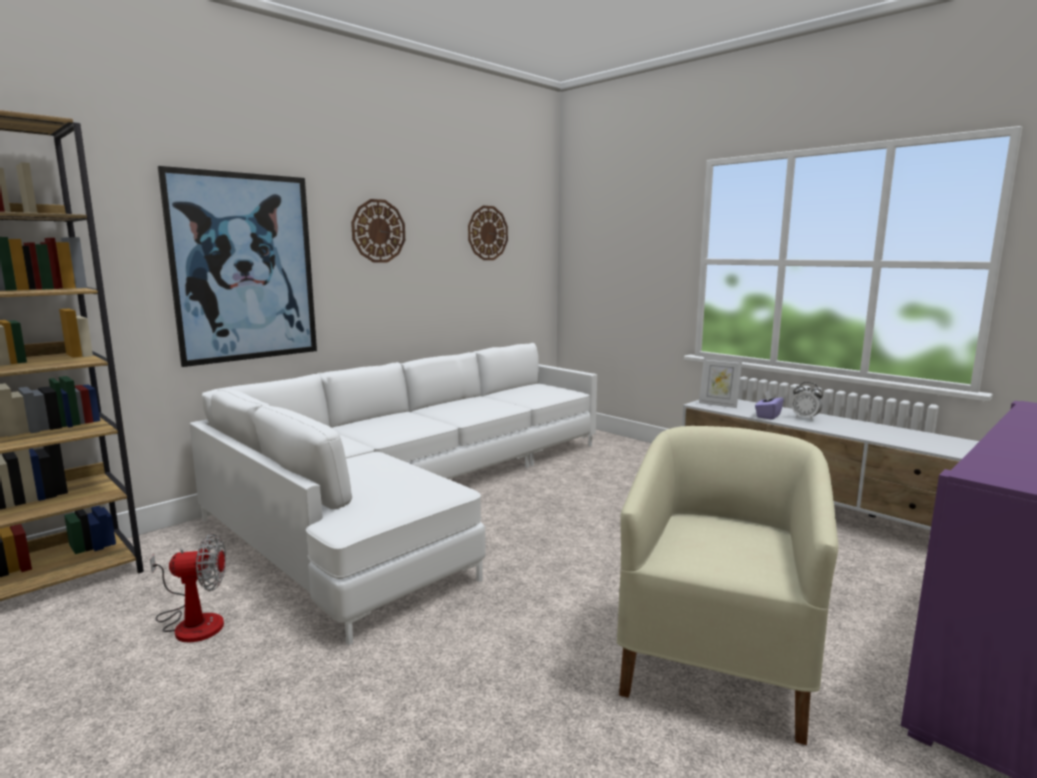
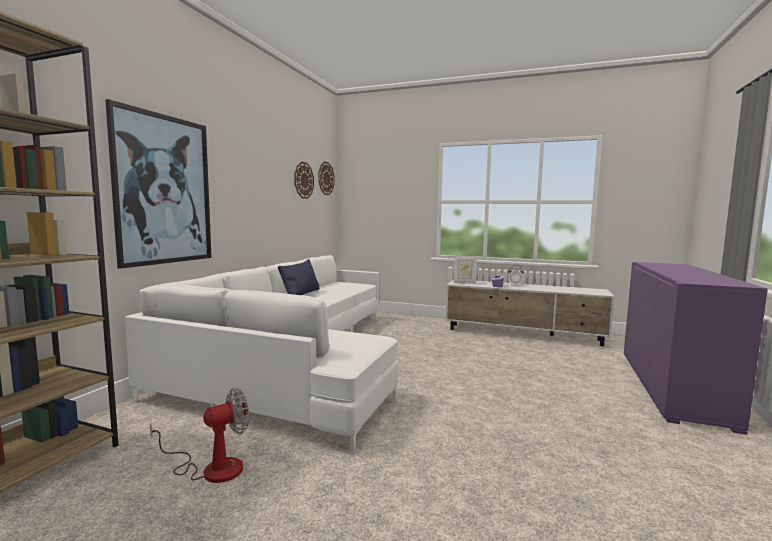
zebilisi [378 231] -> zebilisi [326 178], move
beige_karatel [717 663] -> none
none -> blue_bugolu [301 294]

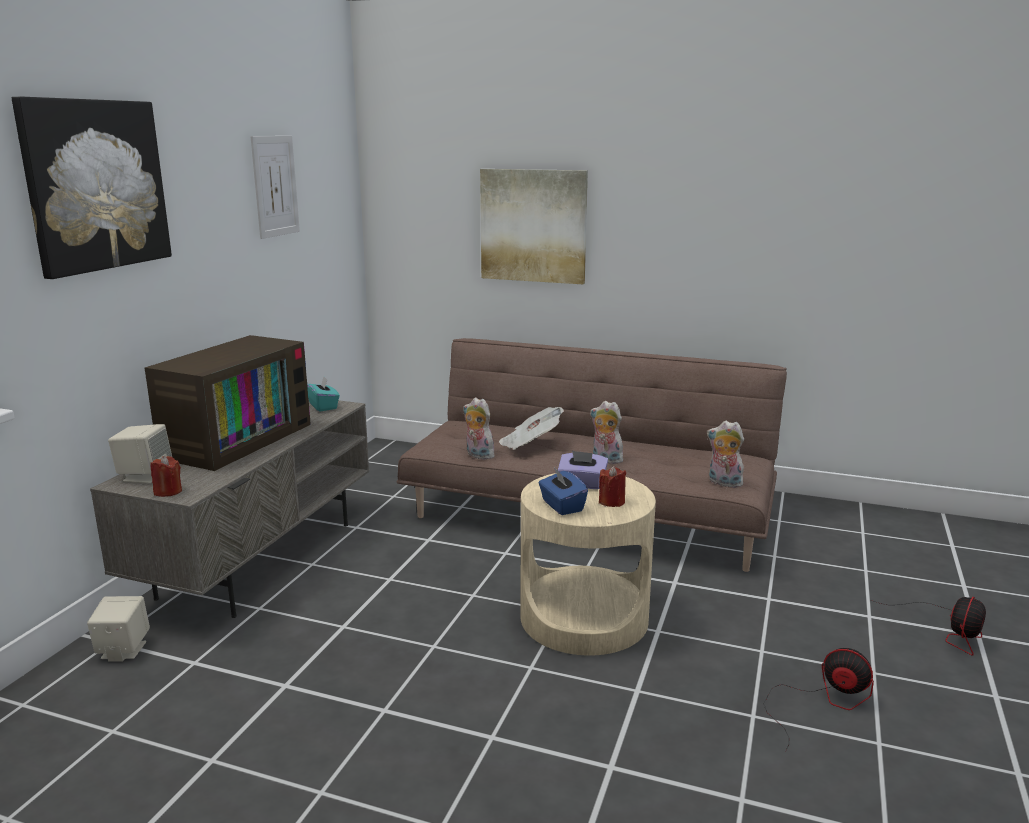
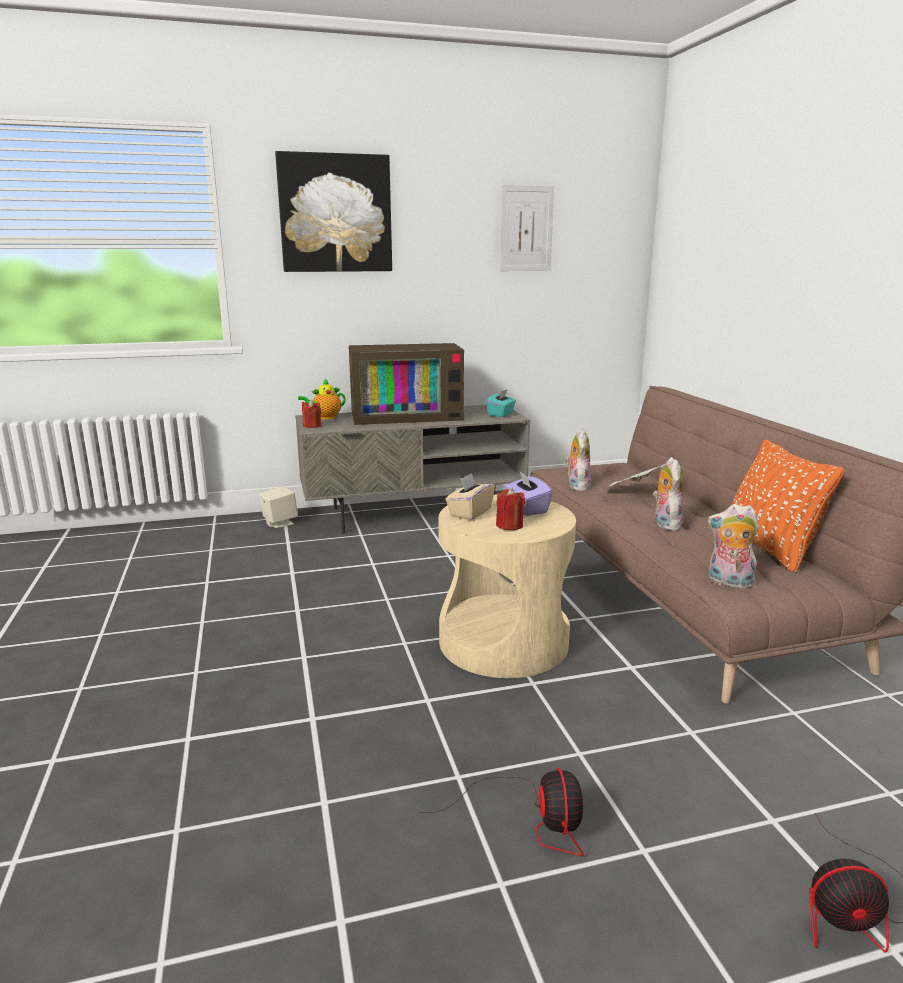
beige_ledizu [144 476] -> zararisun [325 417]
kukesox [533 226] -> none
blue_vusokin [562 506] -> beige_vusokin [470 512]
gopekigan [723 483] -> gopekigan [728 583], 60 degrees counterclockwise
none -> orange_bugolu [770 549]

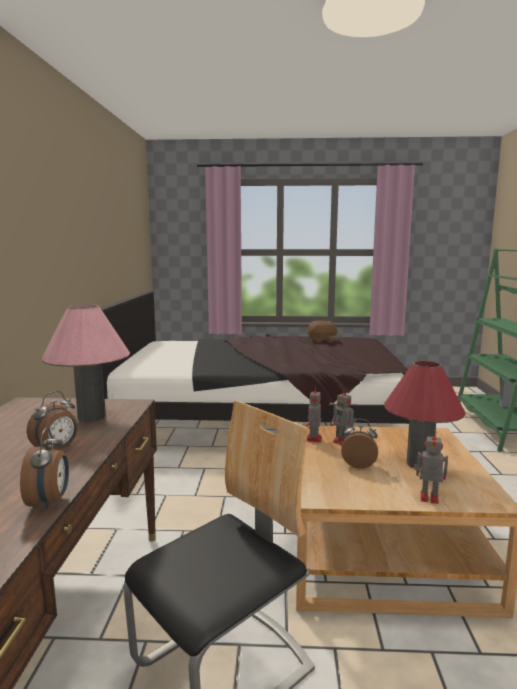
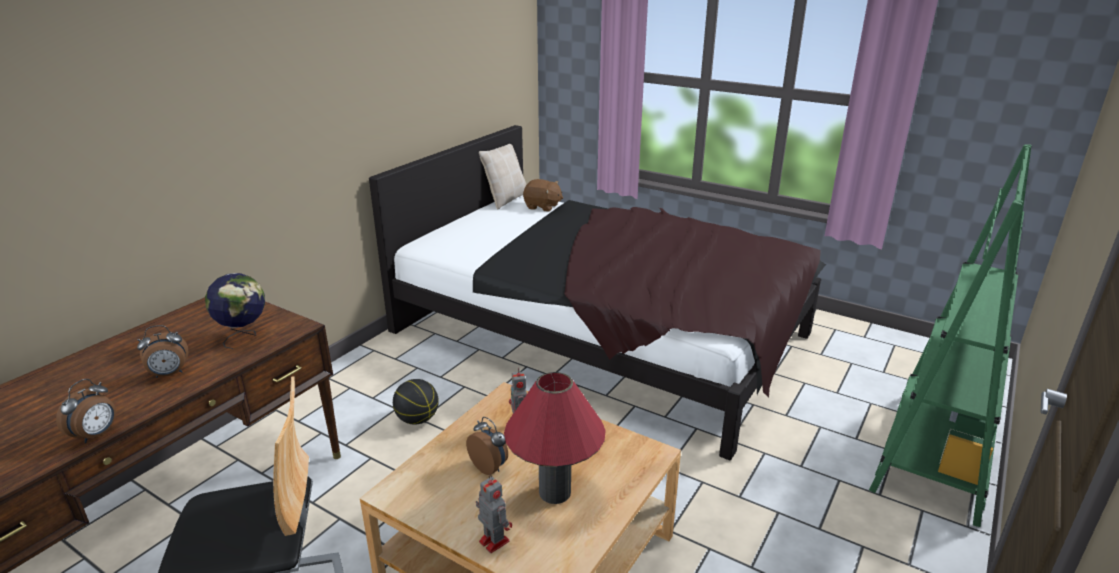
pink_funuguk [91 417] -> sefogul [244 336]
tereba [313 439] -> none
brown_gopekigan [321 341] -> brown_gopekigan [542 207], move
none -> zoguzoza [417 419]
none -> beige_bugolu [505 199]

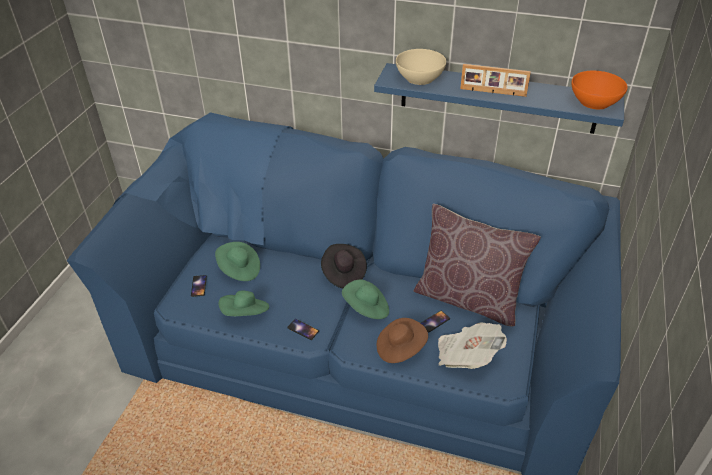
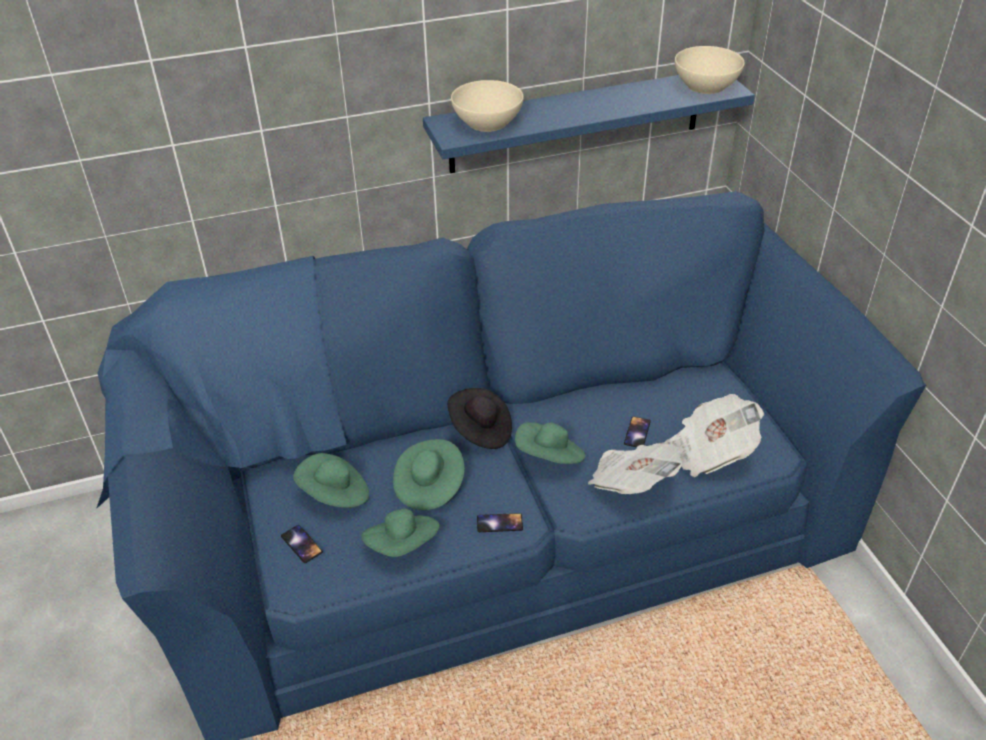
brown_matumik [400 348] -> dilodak [632 482]
brown_bugolu [468 299] -> none
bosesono [493 92] -> none
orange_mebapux [594 102] -> beige_mebapux [706 85]
none -> green_matumik [429 486]

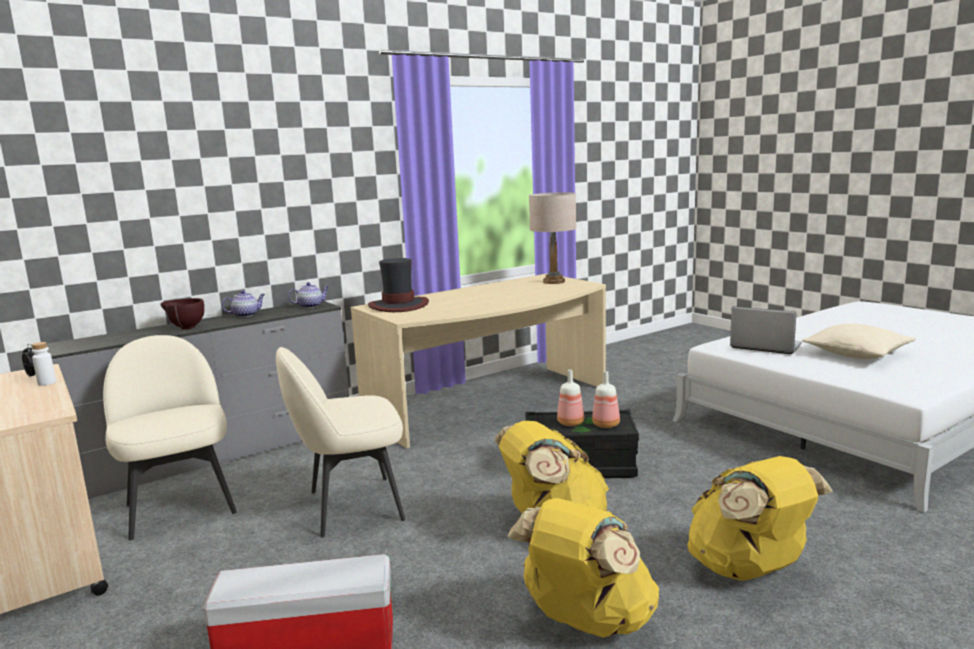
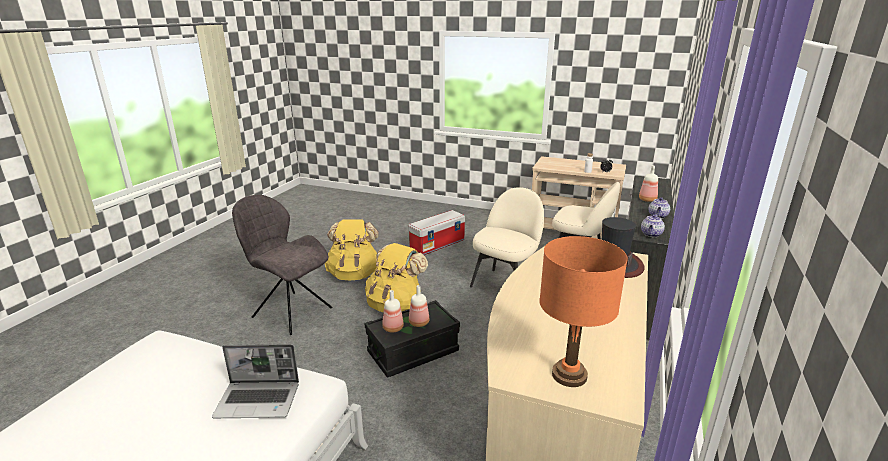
brown_mebapux [185 328] -> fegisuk [647 199]
beige_funuguk [553 282] -> orange_funuguk [569 375]
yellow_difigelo [749 570] -> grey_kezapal [290 312]
beige_bugolu [856 353] -> none

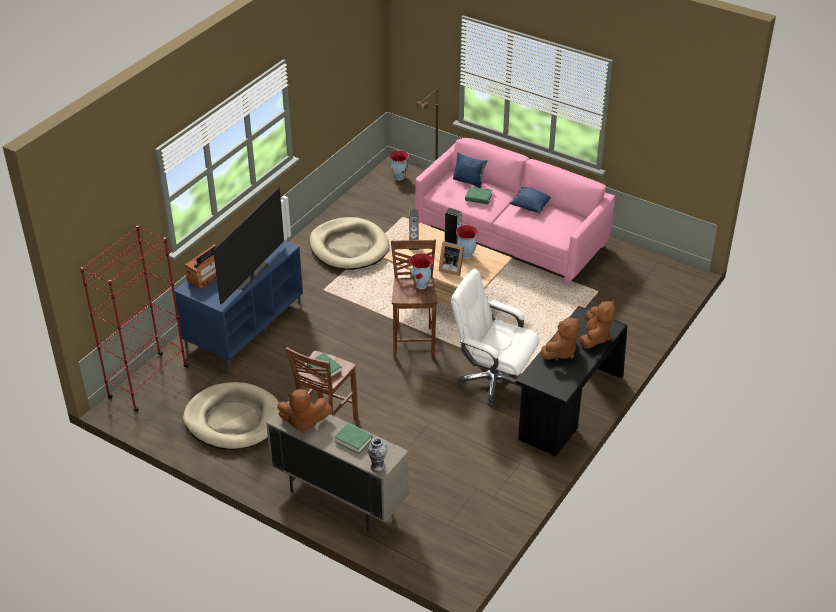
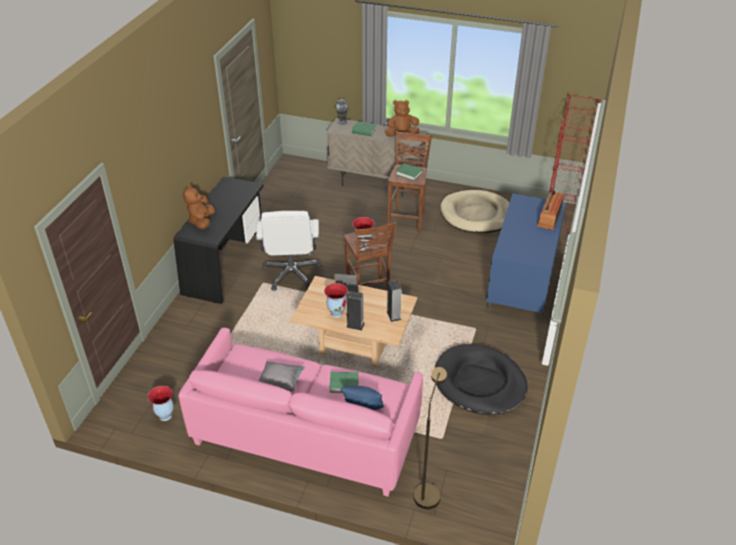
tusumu [252 275] -> none
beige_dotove [349 247] -> black_dotove [479 383]
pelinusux [399 177] -> pelinusux [165 416], move
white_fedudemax [493 381] -> white_fedudemax [291 274], 75 degrees clockwise
blue_bugolu [530 207] -> grey_bugolu [281 383]
brown_gopekigan [560 352] -> none

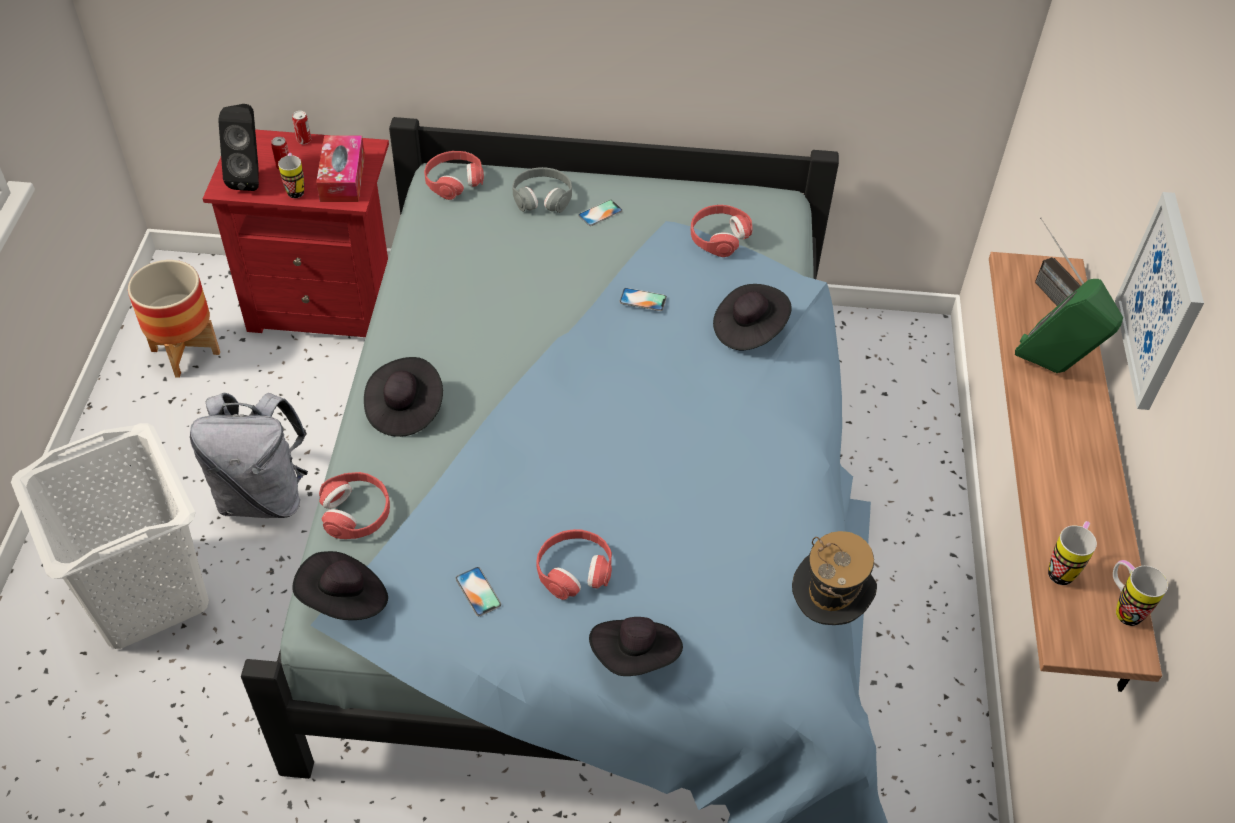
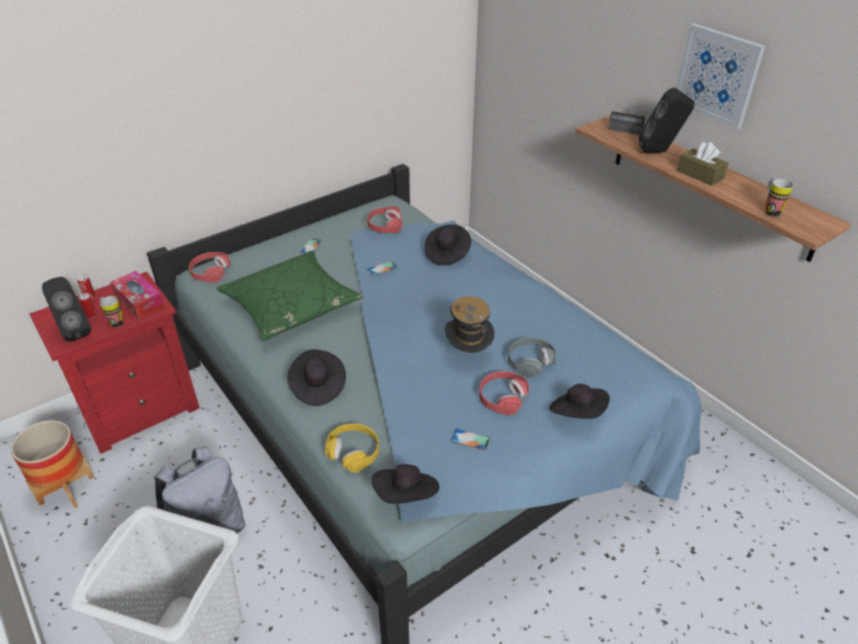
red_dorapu [356 512] -> yellow_dorapu [353 451]
grey_dorapu [542 197] -> grey_dorapu [530 361], move
matumik [827 611] -> matumik [468 353], move
green_ledizu [1054 369] -> black_ledizu [660 152]
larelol [1121 608] -> none
none -> green_bugolu [291 305]
none -> brown_vusokin [700 174]

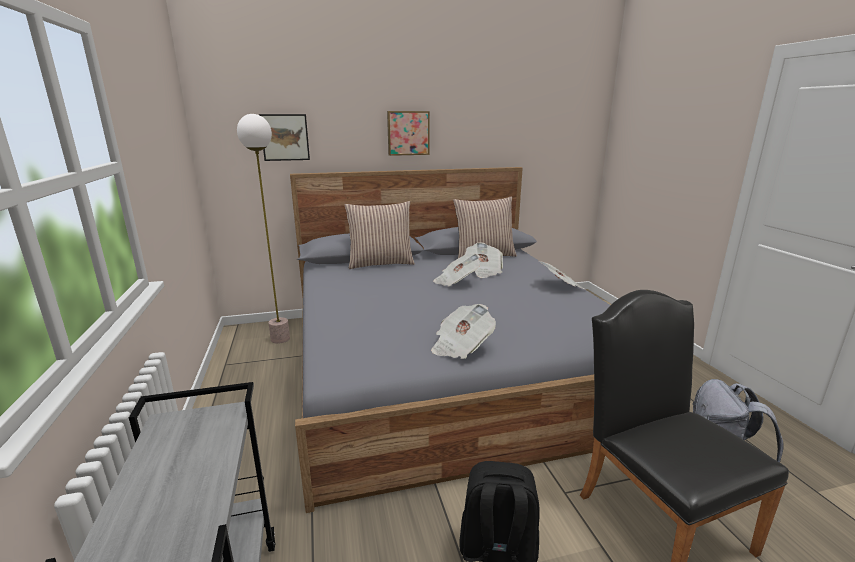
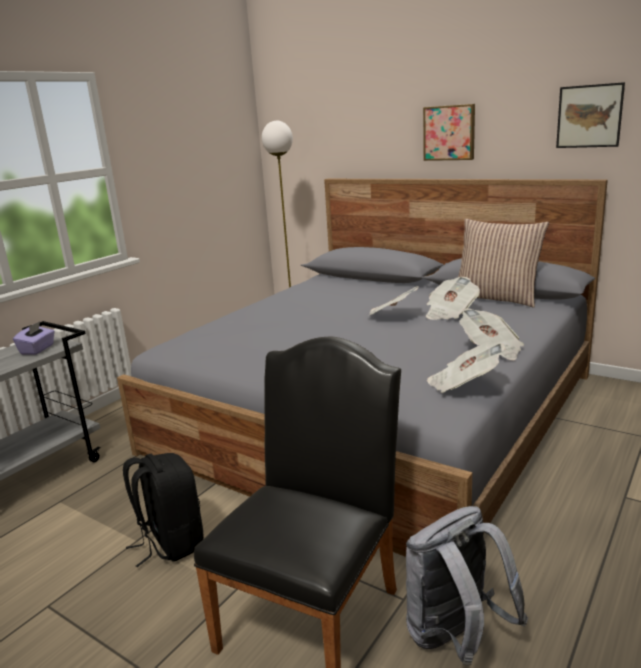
kukesox [285 137] -> kukesox [589 116], move
bugolu [381 263] -> none
dilodak [461 346] -> dilodak [463 385], move
none -> purple_vusokin [38 349]

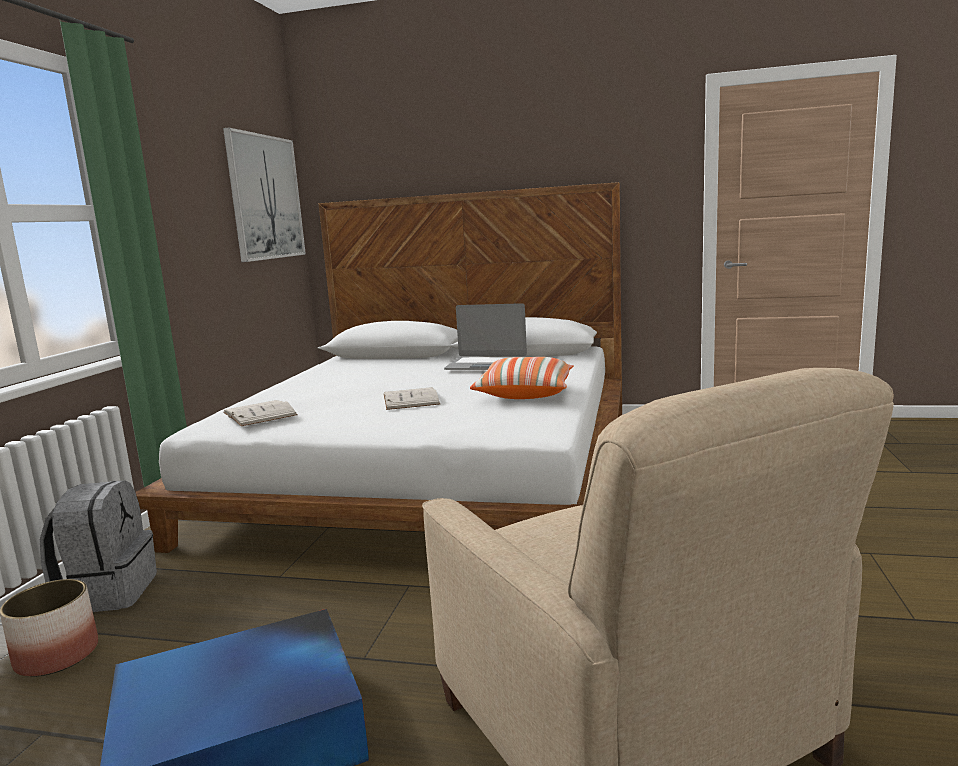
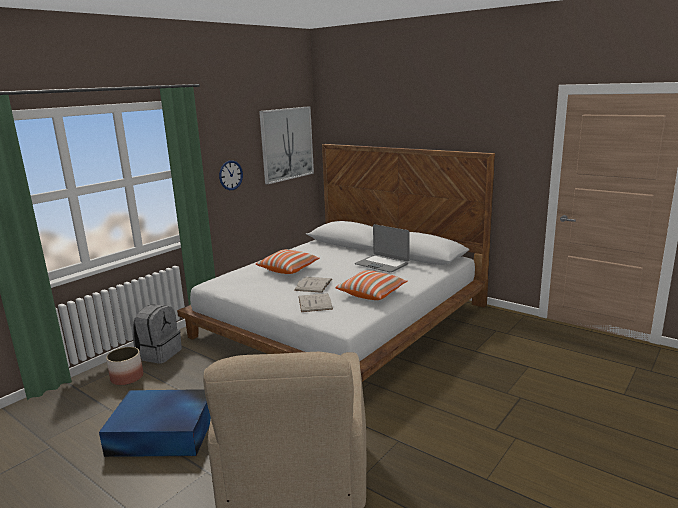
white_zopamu [259 413] -> white_zopamu [315 303], move
none -> zebilisi [230 175]
none -> bugolu [288 269]

